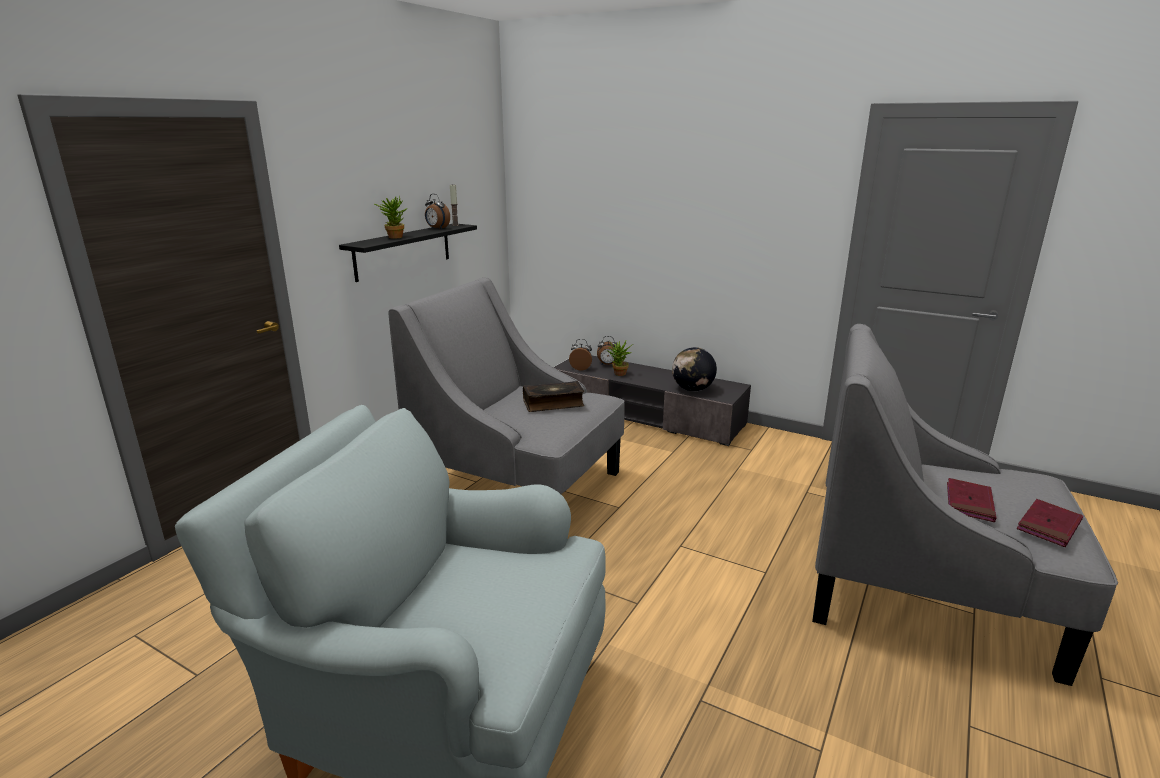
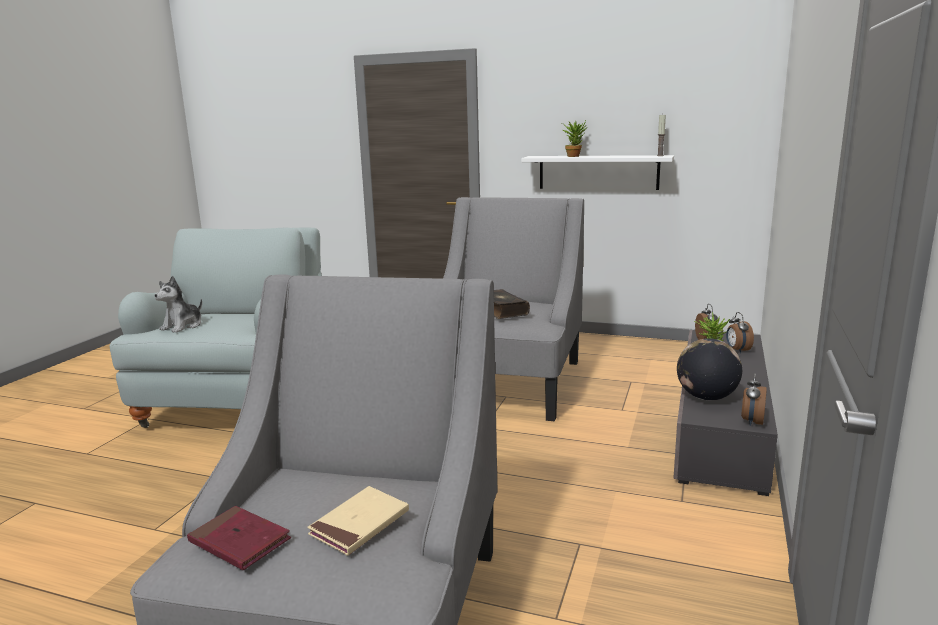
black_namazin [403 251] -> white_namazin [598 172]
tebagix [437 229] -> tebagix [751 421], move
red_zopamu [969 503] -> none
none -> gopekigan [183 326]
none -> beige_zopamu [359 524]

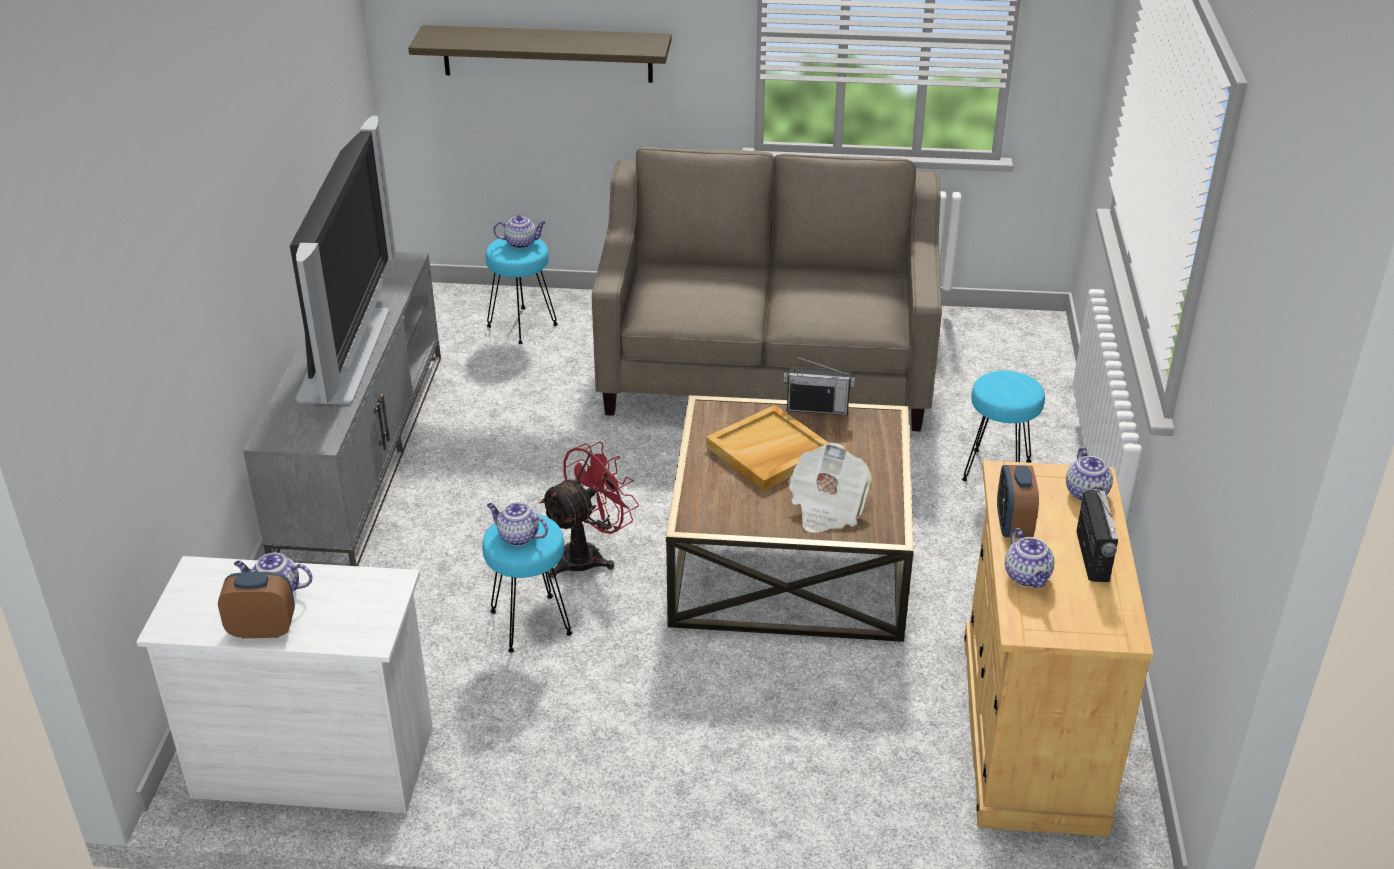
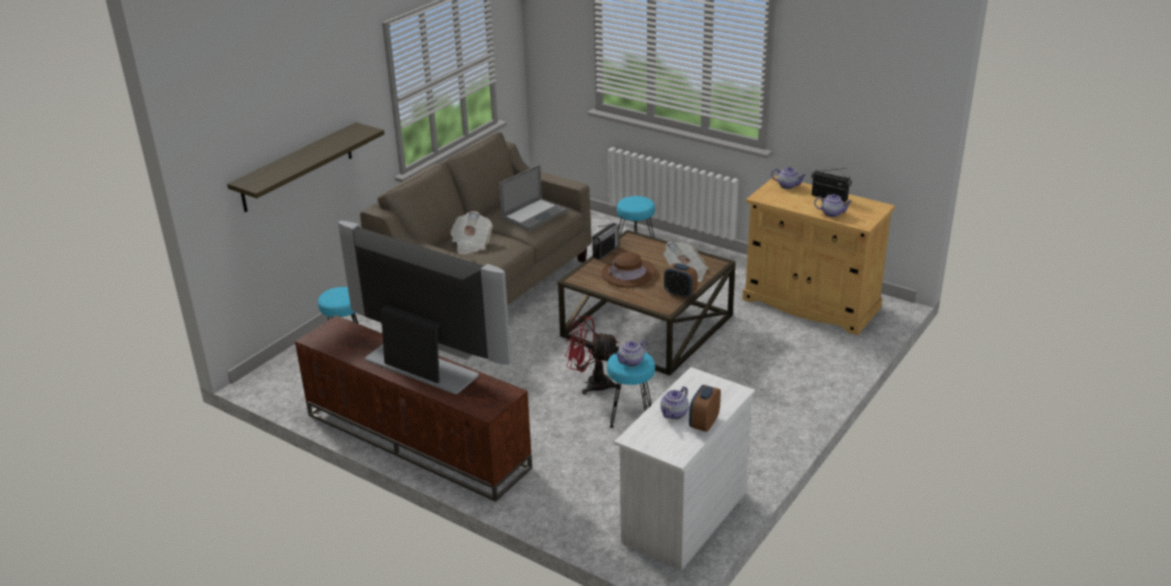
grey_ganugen [360 451] -> brown_ganugen [414 441]
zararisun [521 243] -> none
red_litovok [589 555] -> red_litovok [592 384], 60 degrees counterclockwise
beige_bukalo [769 452] -> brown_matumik [628 274]
tebagix [1013 526] -> tebagix [680 293], move
none -> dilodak [471 244]
none -> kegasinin [534 214]

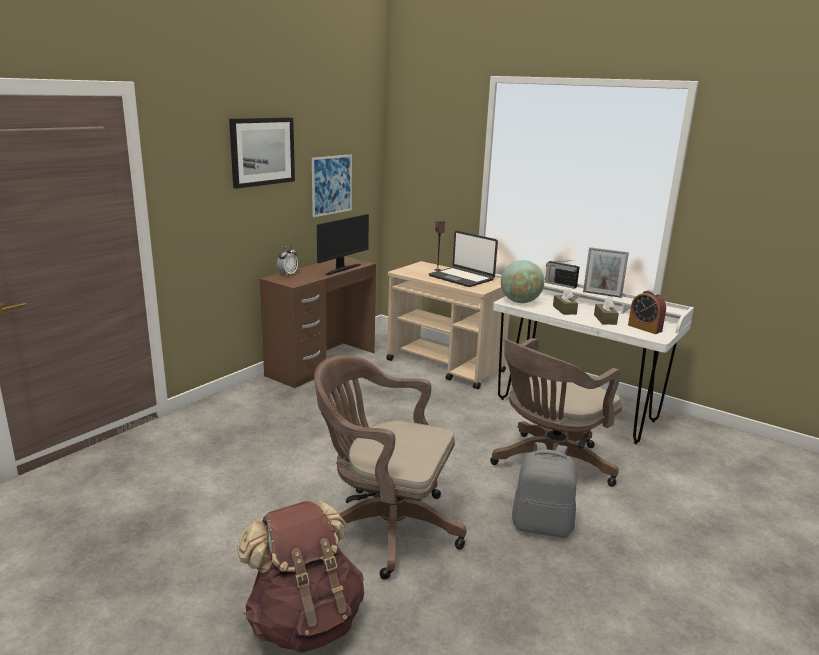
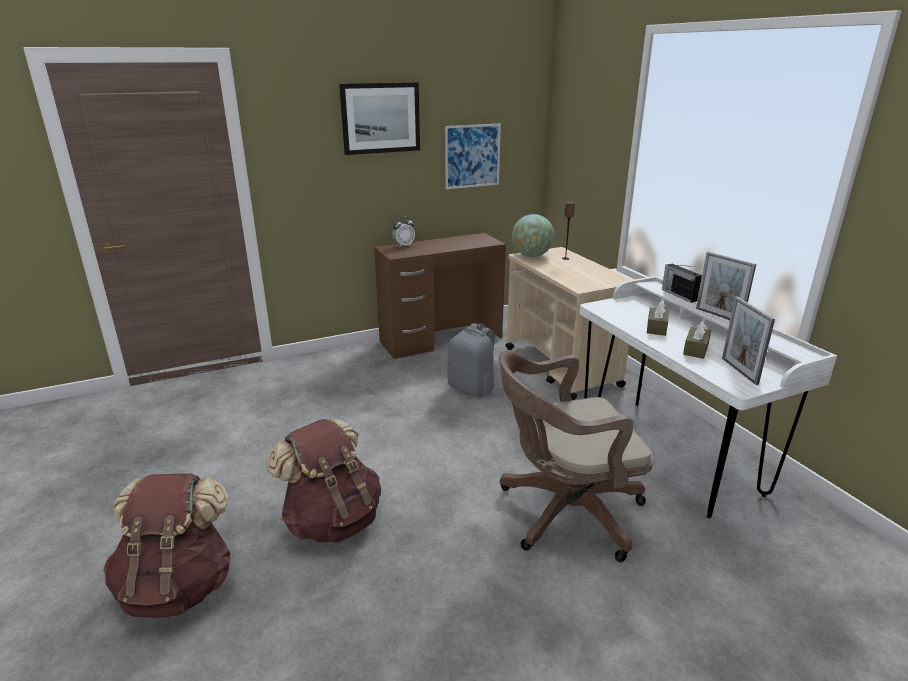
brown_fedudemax [384 526] -> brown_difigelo [332 520]
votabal [342 269] -> none
kegasinin [461 278] -> none
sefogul [520 302] -> sefogul [531 255], move
grey_difigelo [542 525] -> grey_difigelo [472 388], move
tebagix [644 328] -> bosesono [739 371]

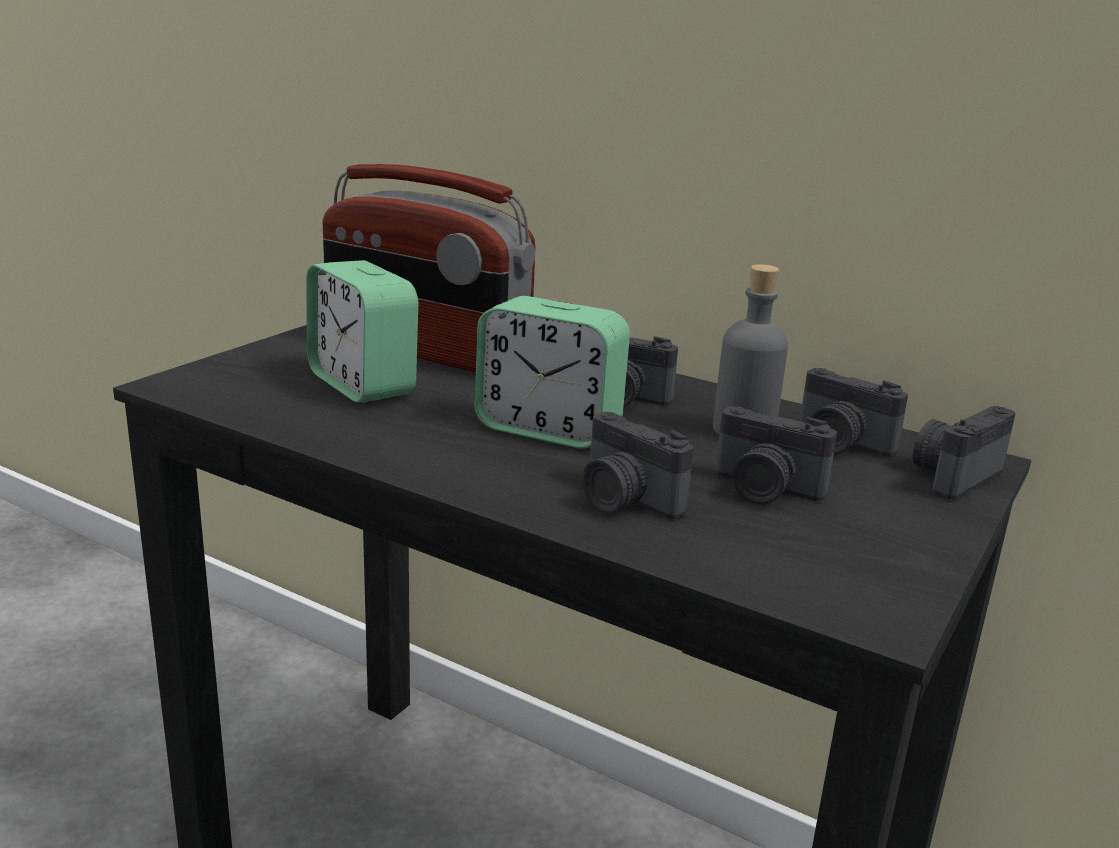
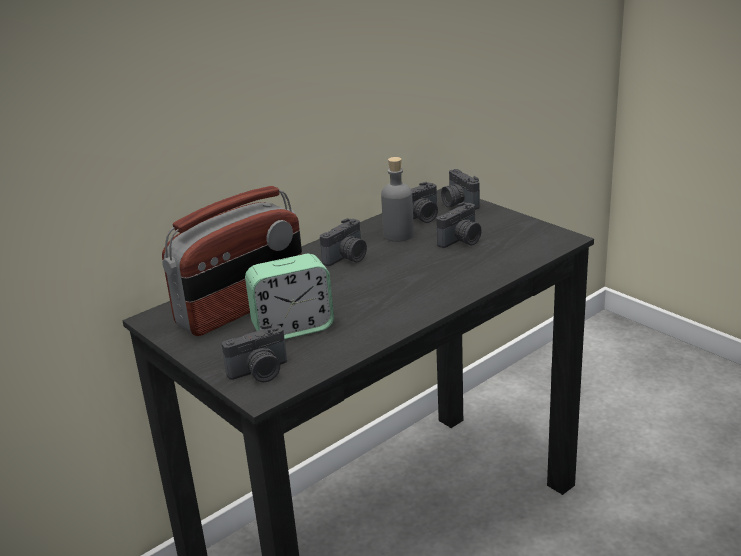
tebagix [548 429] -> none
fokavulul [624 501] -> fokavulul [260 372], move

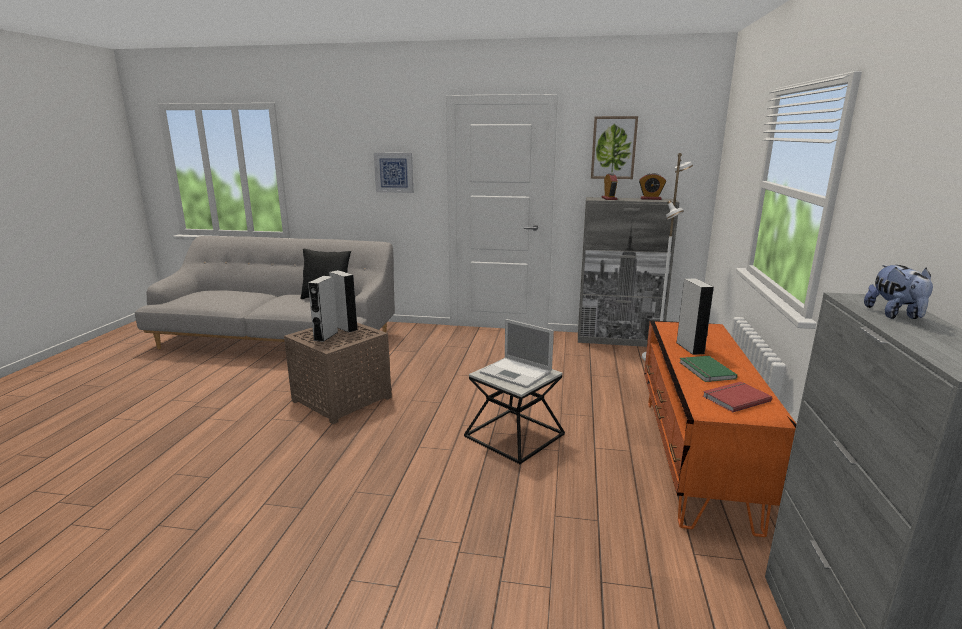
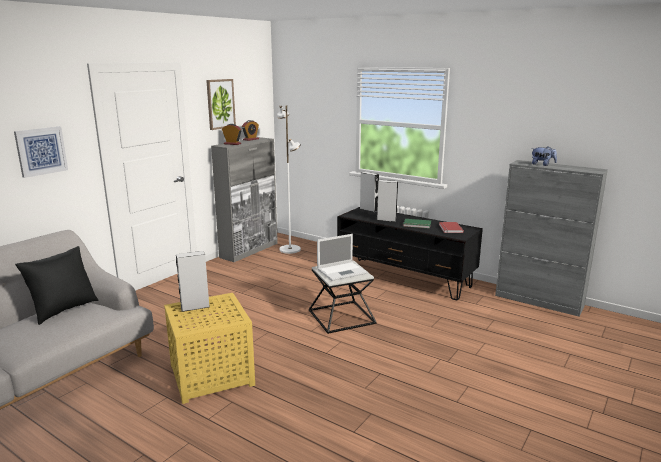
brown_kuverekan [343 399] -> yellow_kuverekan [212 374]
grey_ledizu [326 336] -> grey_ledizu [368 209], move
orange_ganugen [694 457] -> black_ganugen [404 278]

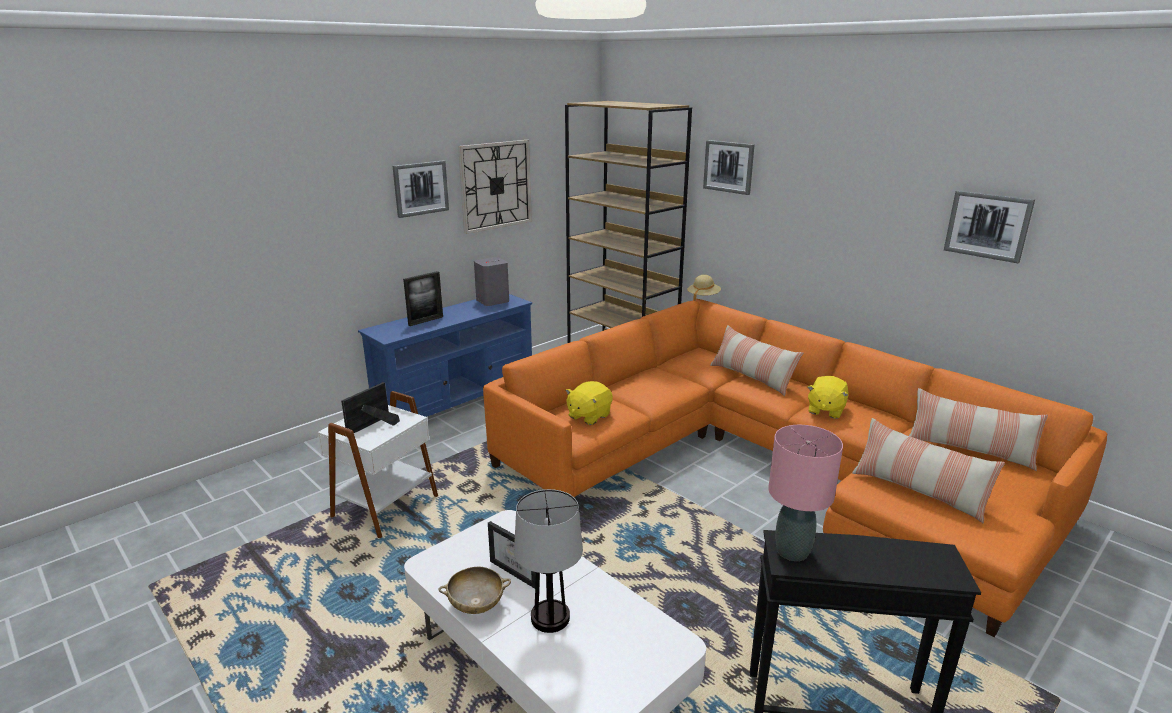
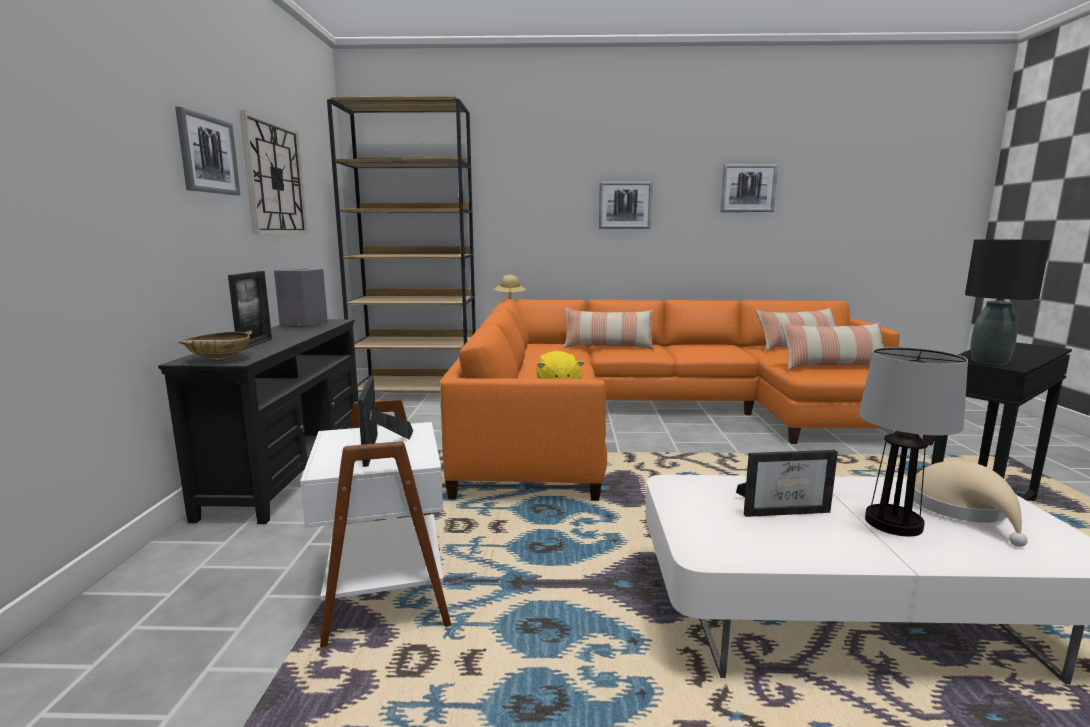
blue_ganugen [457 403] -> black_ganugen [290 468]
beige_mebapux [476 604] -> beige_mebapux [220 359], move
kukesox [729 167] -> kukesox [625 205], move
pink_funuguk [792 551] -> black_funuguk [988 361]
yellow_gopekigan [825 410] -> none
none -> beige_matumik [962 510]

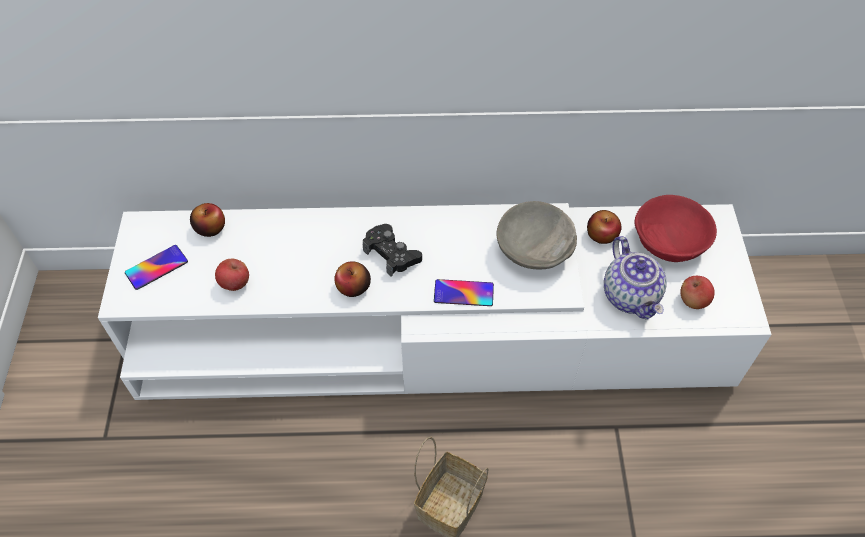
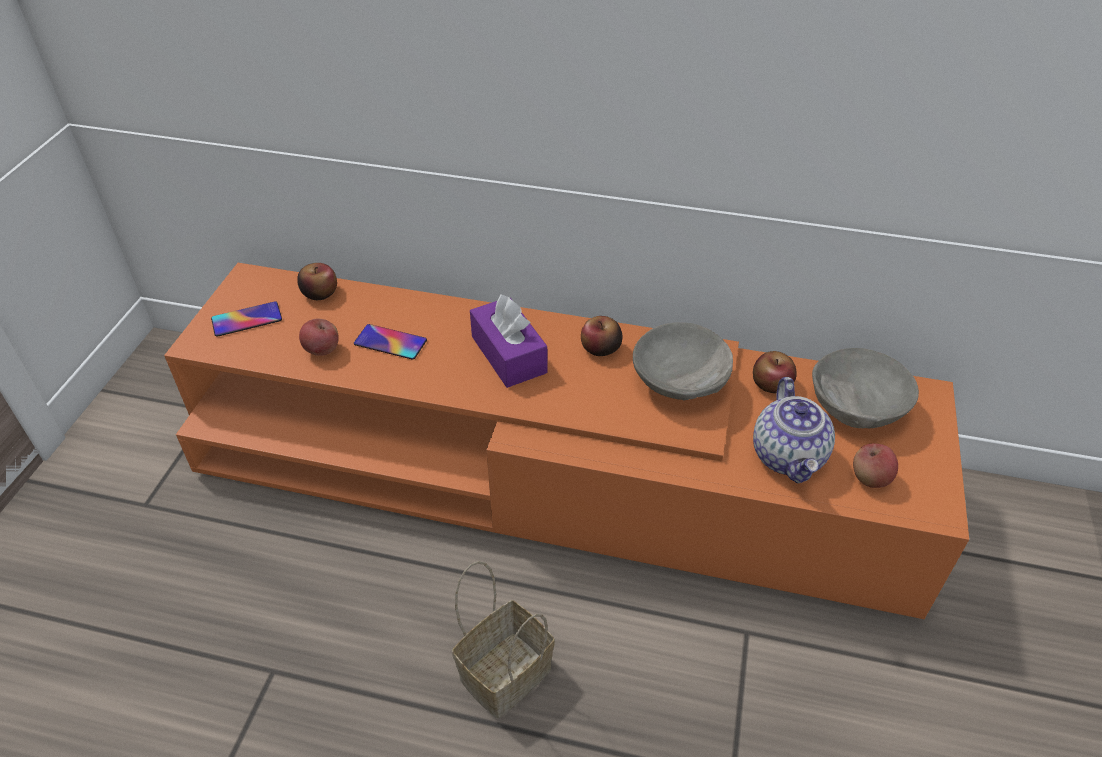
white_ganugen [432 331] -> orange_ganugen [551 472]
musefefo [353 287] -> musefefo [600 348], move
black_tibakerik [391 254] -> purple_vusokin [508 354]
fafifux [463 293] -> fafifux [390 342], move
red_mebapux [670 243] -> grey_mebapux [857 408]

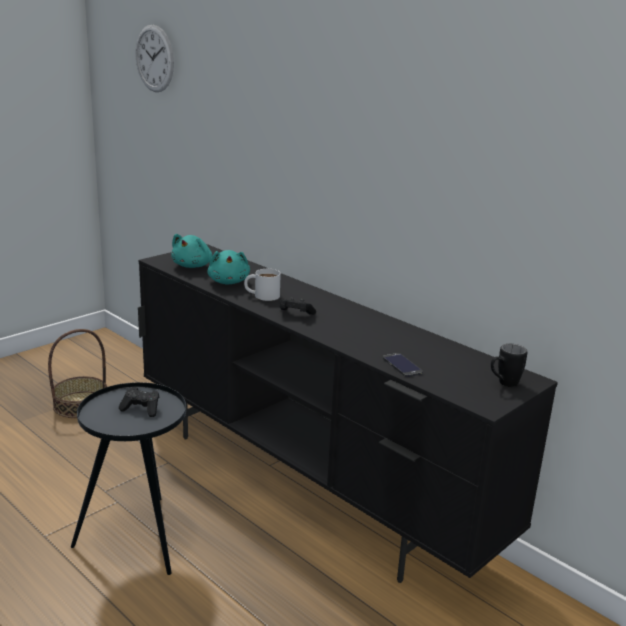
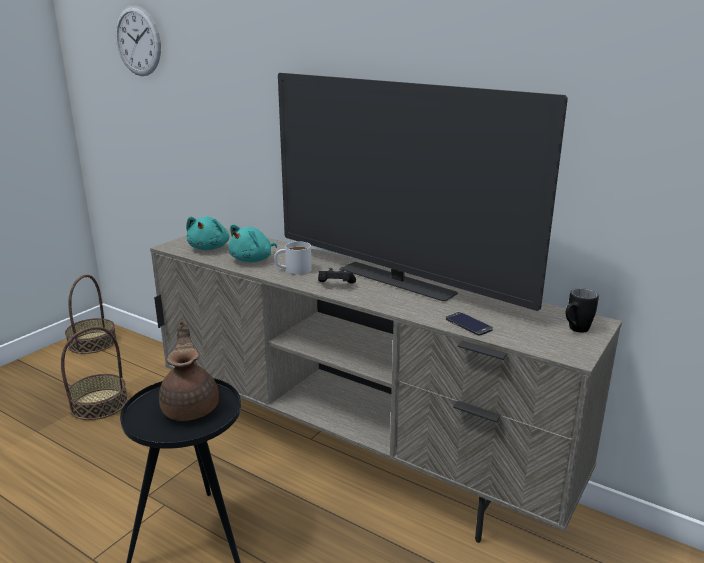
black_tibakerik [141 409] -> brown_zararisun [191 407]
black_ganugen [309 486] -> beige_ganugen [356 454]
turquoise_gopekigan [229 281] -> turquoise_gopekigan [253 260], 60 degrees clockwise
none -> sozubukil [92 342]
none -> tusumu [396 282]

